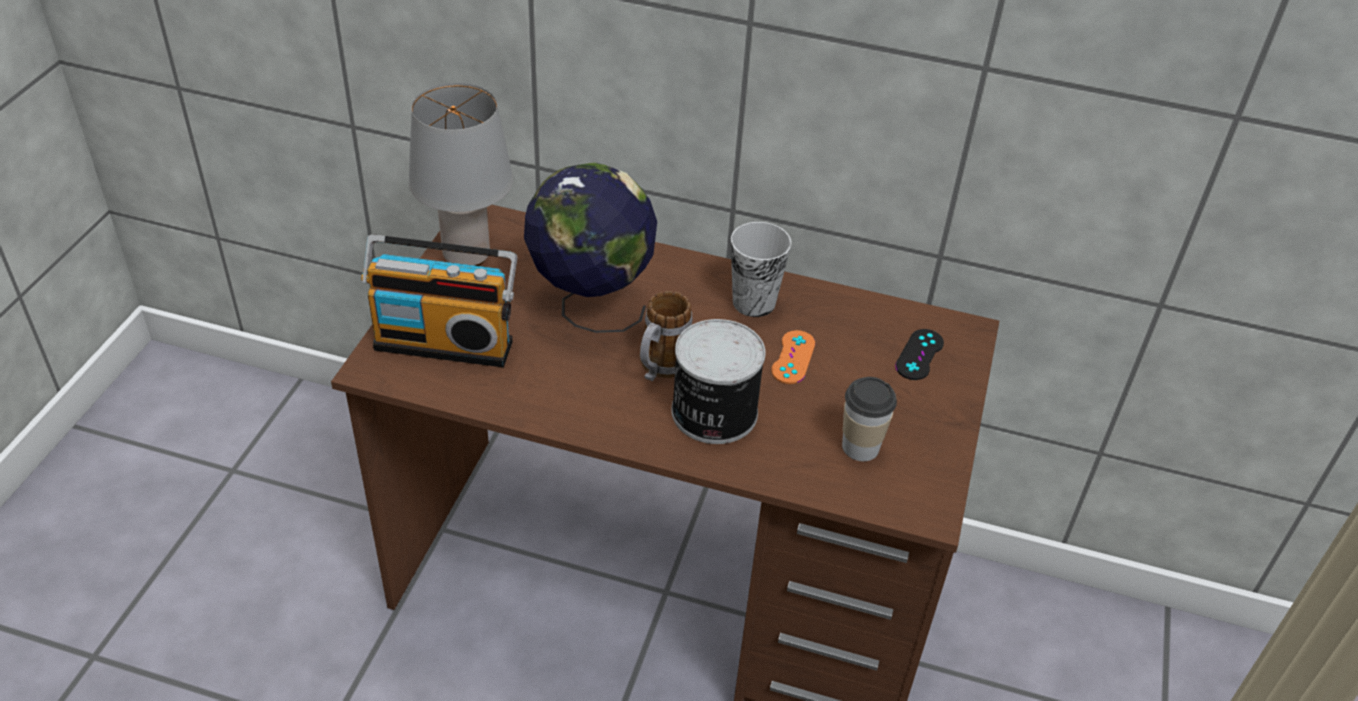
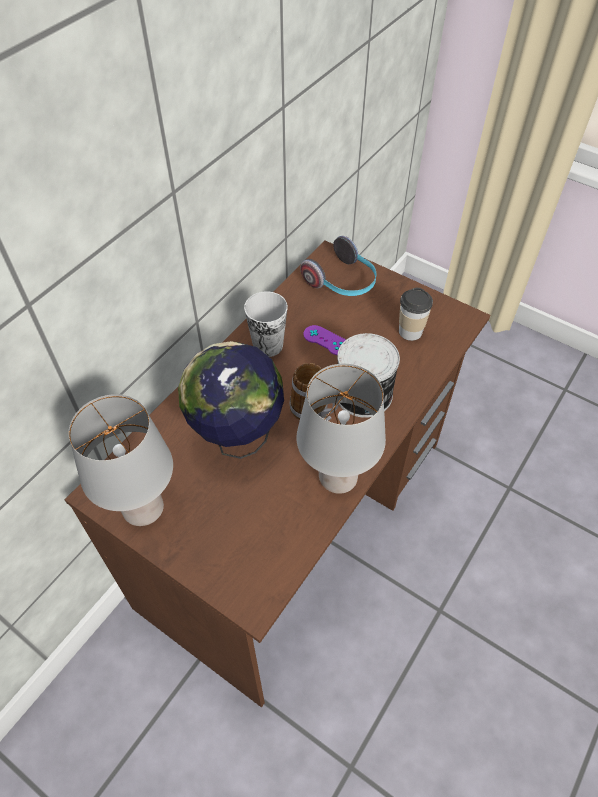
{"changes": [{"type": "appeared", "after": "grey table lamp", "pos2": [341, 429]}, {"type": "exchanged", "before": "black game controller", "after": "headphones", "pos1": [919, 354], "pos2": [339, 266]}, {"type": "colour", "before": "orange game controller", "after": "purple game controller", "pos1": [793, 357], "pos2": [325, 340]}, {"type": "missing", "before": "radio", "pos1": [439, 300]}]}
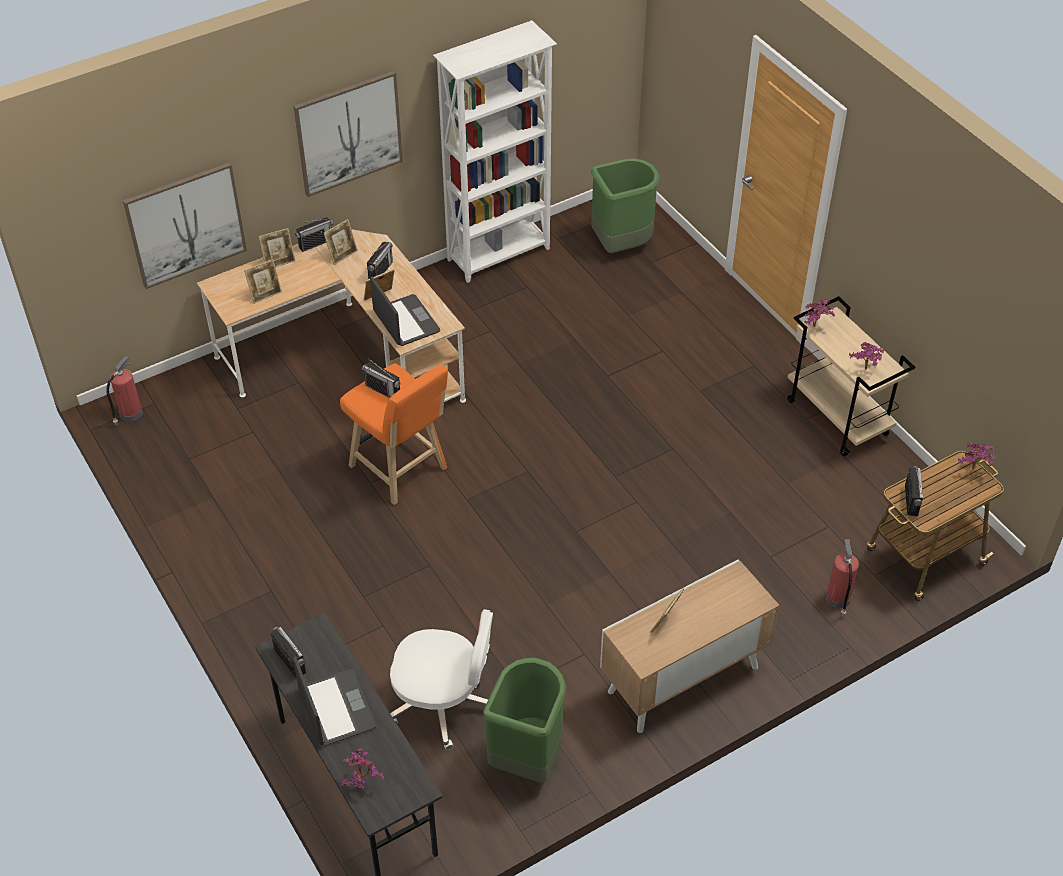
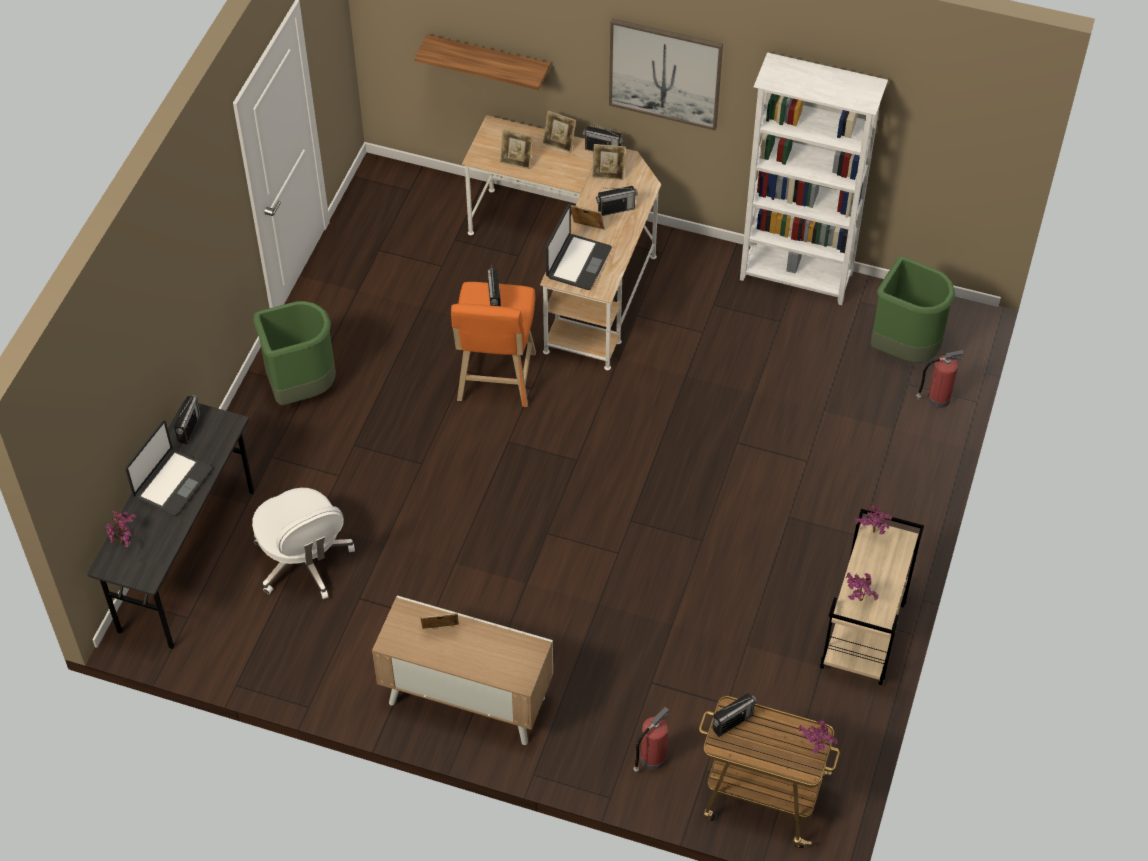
{"changes": [{"type": "relocated", "before": "green trash can", "pos1": [524, 720], "pos2": [294, 353]}, {"type": "exchanged", "before": "picture", "after": "shelf", "pos1": [185, 225], "pos2": [482, 62]}, {"type": "relocated", "before": "fire extinguisher", "pos1": [124, 390], "pos2": [940, 379]}]}
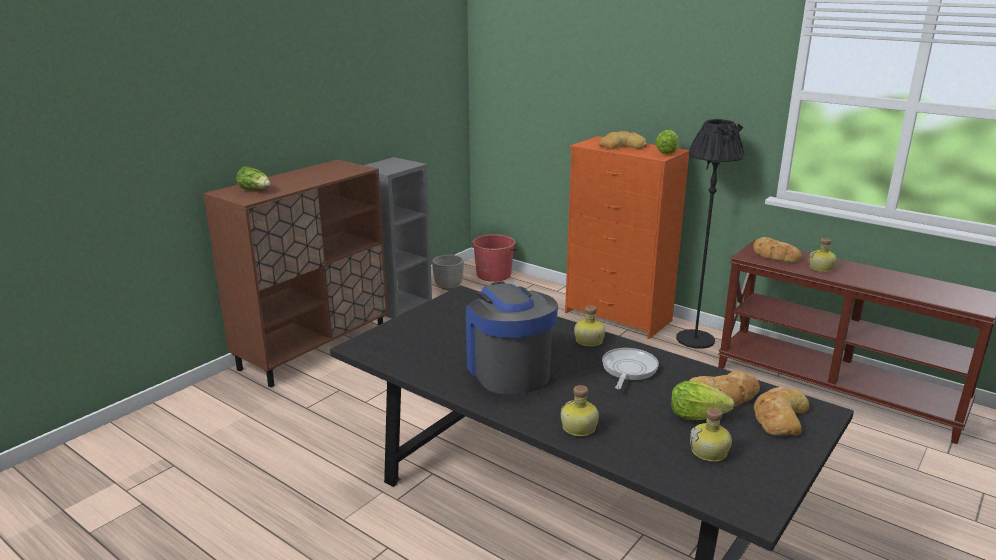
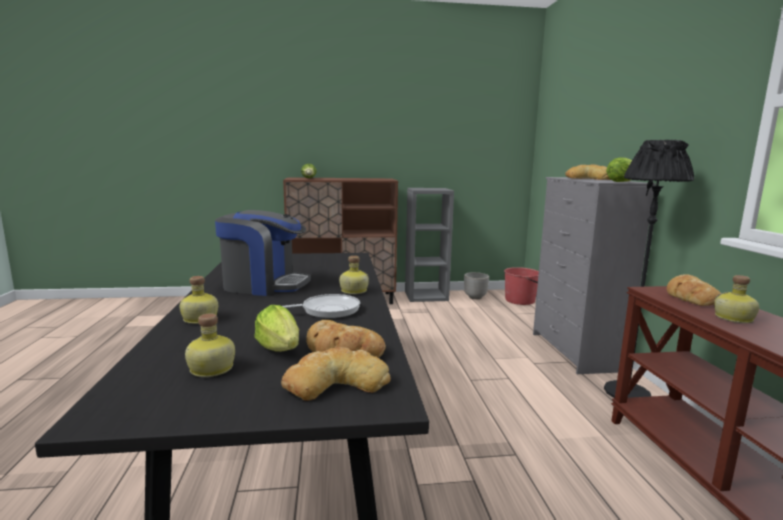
{"changes": [{"type": "spun", "before": "coffee machine", "pos1": [512, 337], "pos2": [263, 253], "turn": 75}, {"type": "colour", "before": "orange dresser", "after": "grey dresser", "pos1": [627, 237], "pos2": [594, 275]}]}
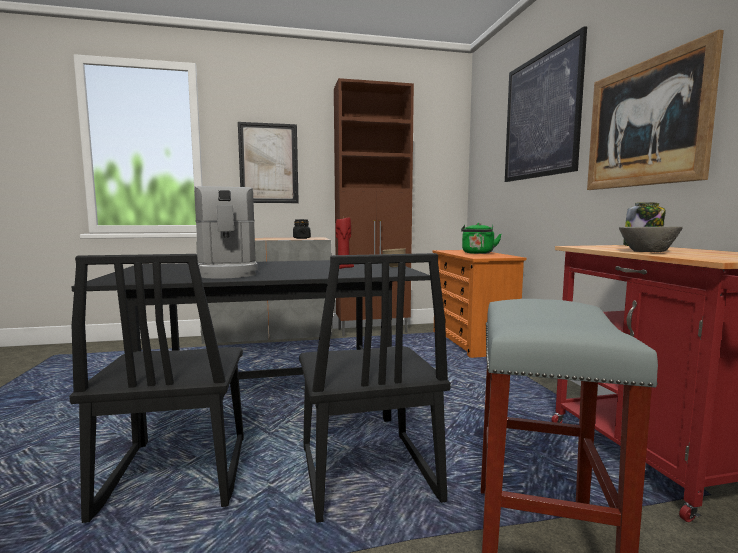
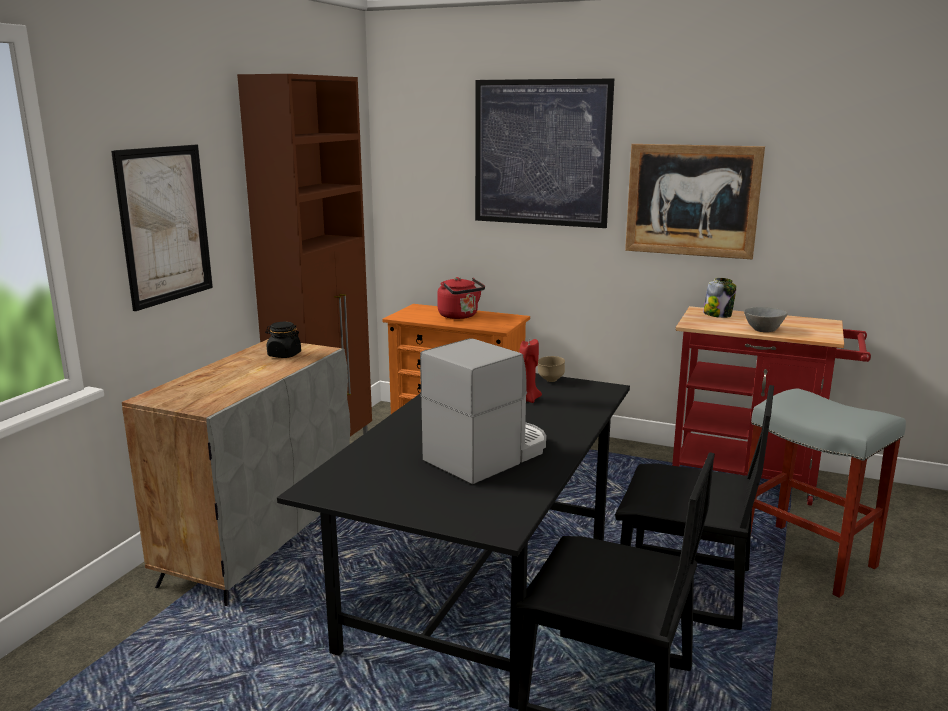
{"changes": [{"type": "spun", "before": "coffee machine", "pos1": [226, 232], "pos2": [483, 411], "turn": -60}, {"type": "colour", "before": "green kettle", "after": "red kettle", "pos1": [481, 238], "pos2": [461, 298]}]}
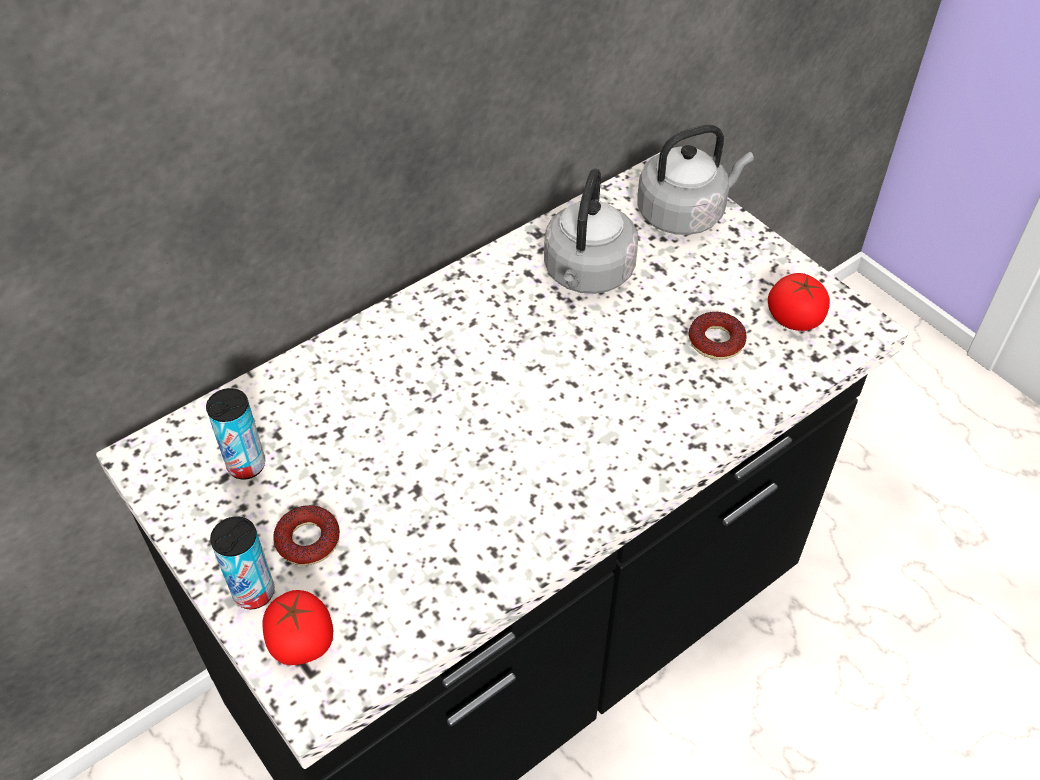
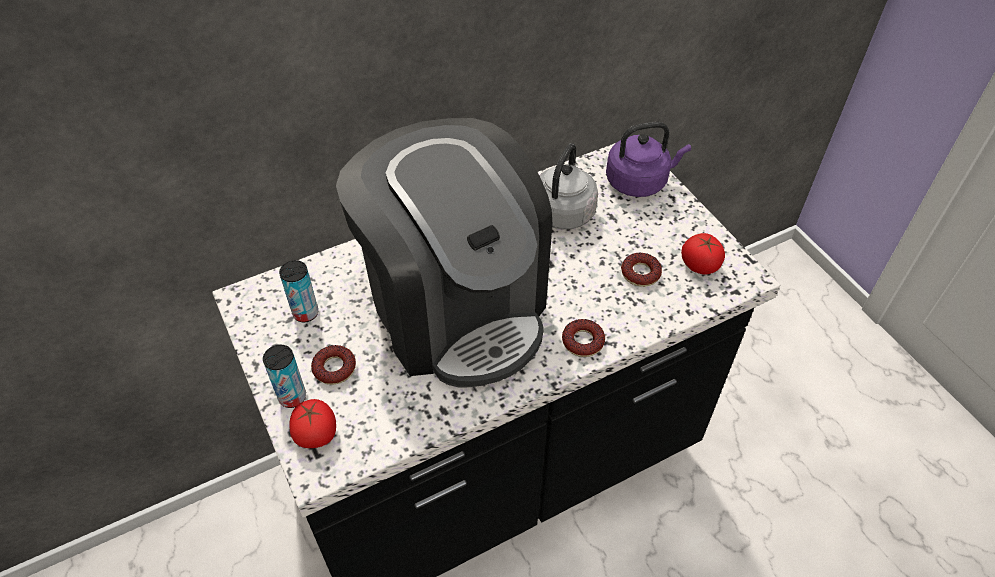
{"changes": [{"type": "appeared", "after": "coffee machine", "pos2": [444, 253]}, {"type": "appeared", "after": "donut", "pos2": [583, 338]}, {"type": "colour", "before": "grey kettle", "after": "purple kettle", "pos1": [695, 180], "pos2": [648, 159]}]}
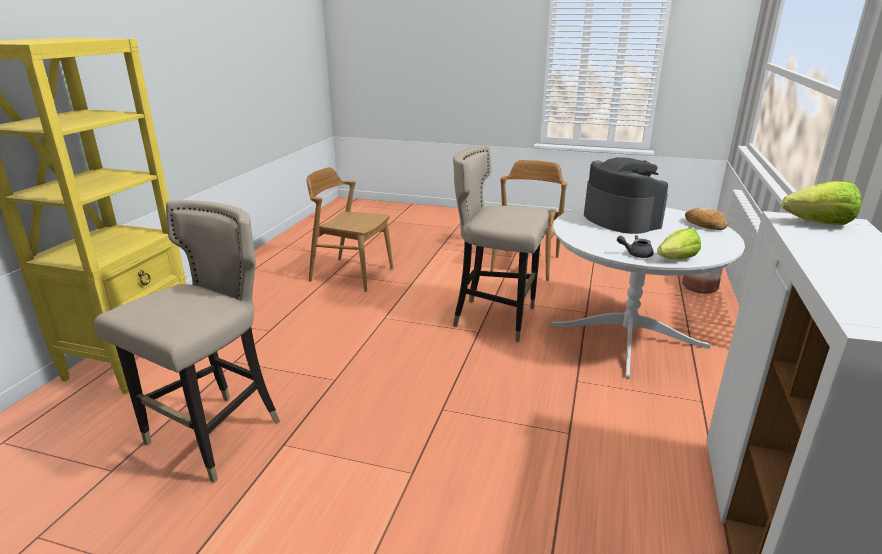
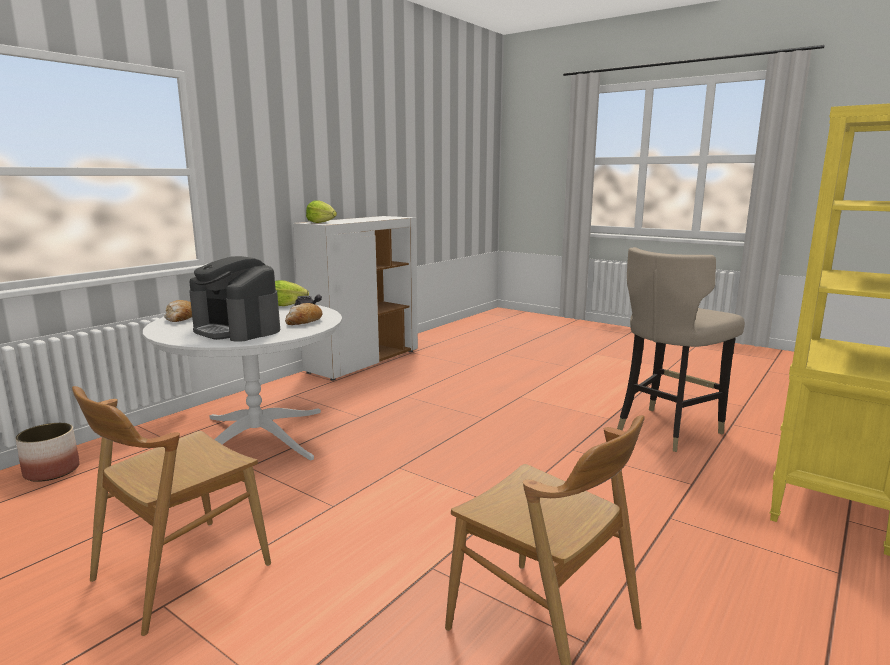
{"changes": [{"type": "spun", "before": "coffee machine", "pos1": [626, 195], "pos2": [234, 299], "turn": -45}, {"type": "appeared", "after": "bread", "pos2": [304, 314]}, {"type": "missing", "before": "beige stool", "pos1": [502, 243]}]}
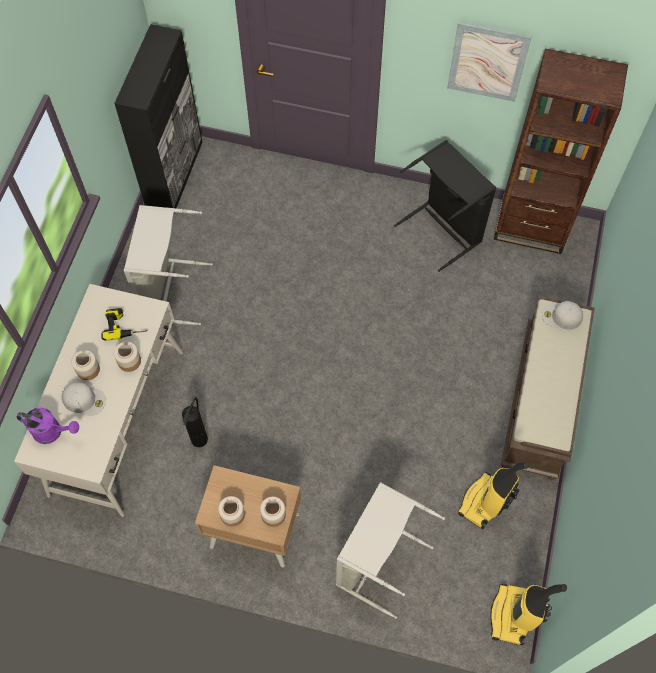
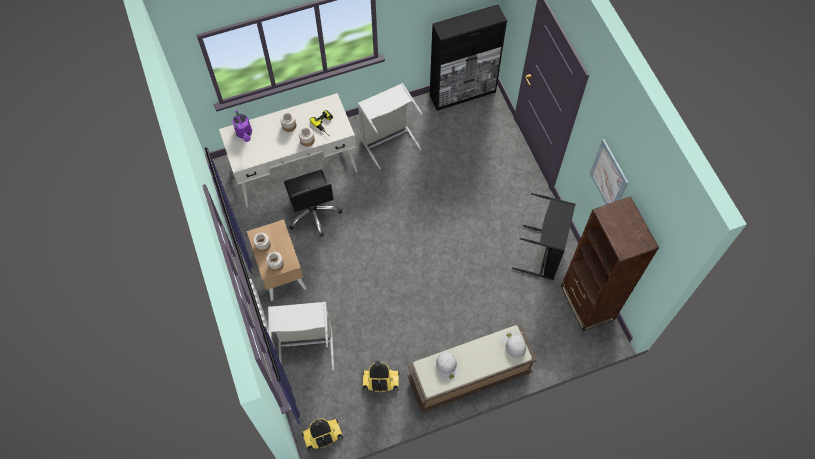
{"changes": [{"type": "exchanged", "before": "fire extinguisher", "after": "black office chair", "pos1": [195, 422], "pos2": [313, 203]}, {"type": "relocated", "before": "white cap", "pos1": [84, 399], "pos2": [448, 366]}]}
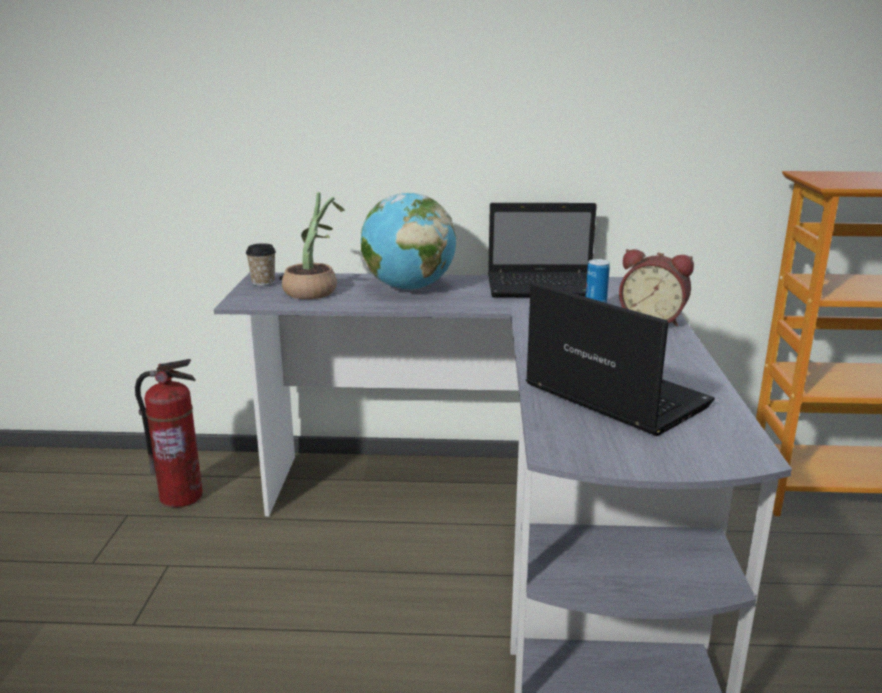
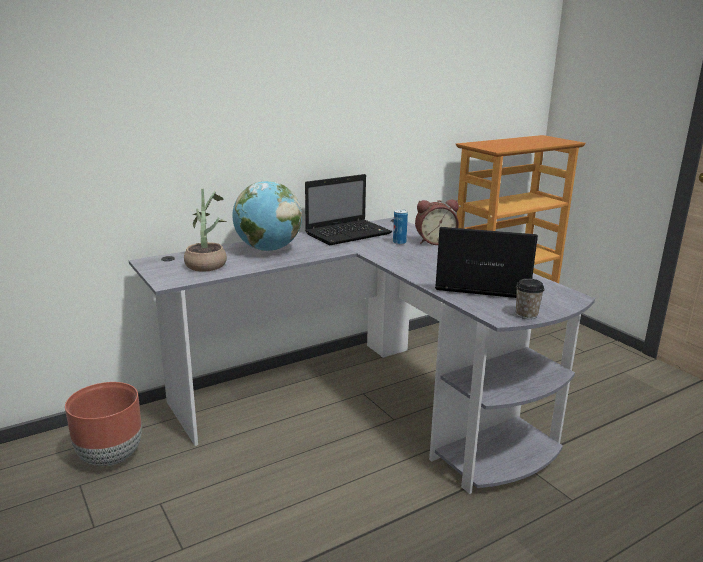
{"changes": [{"type": "exchanged", "before": "fire extinguisher", "after": "brown planter", "pos1": [169, 433], "pos2": [103, 424]}, {"type": "relocated", "before": "cup", "pos1": [261, 264], "pos2": [530, 298]}]}
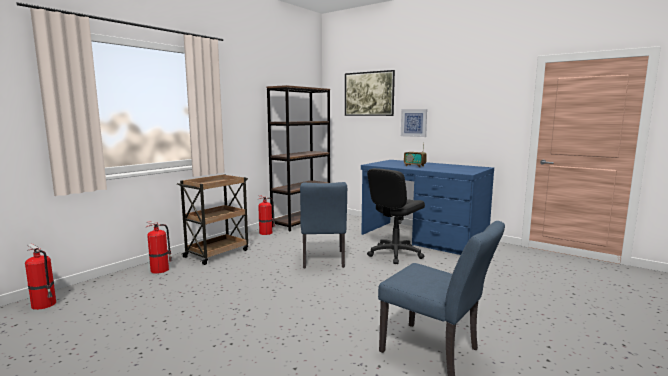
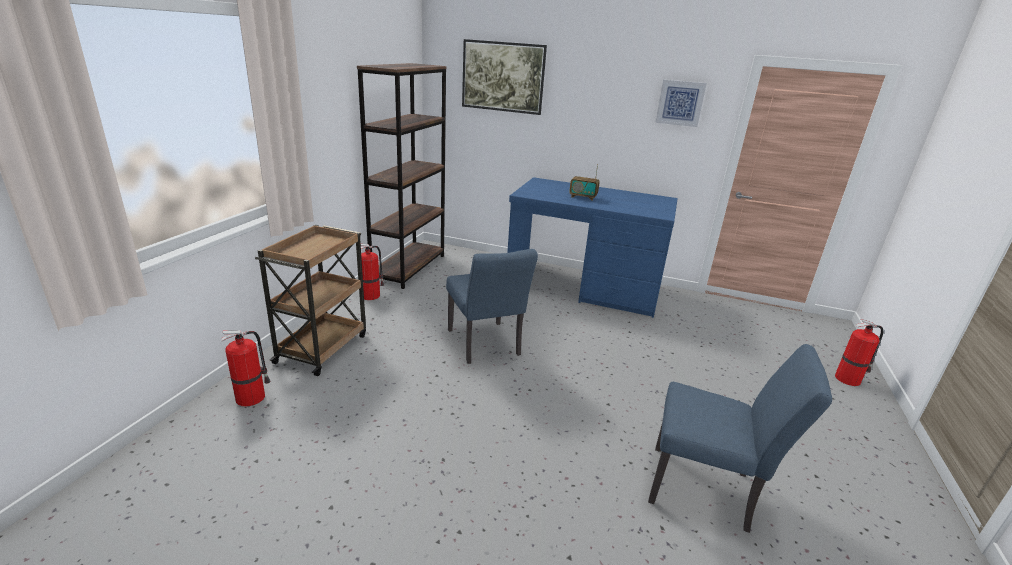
{"changes": [{"type": "relocated", "before": "picture", "pos1": [414, 123], "pos2": [681, 103]}, {"type": "relocated", "before": "fire extinguisher", "pos1": [40, 277], "pos2": [859, 352]}, {"type": "missing", "before": "black office chair", "pos1": [396, 216]}]}
